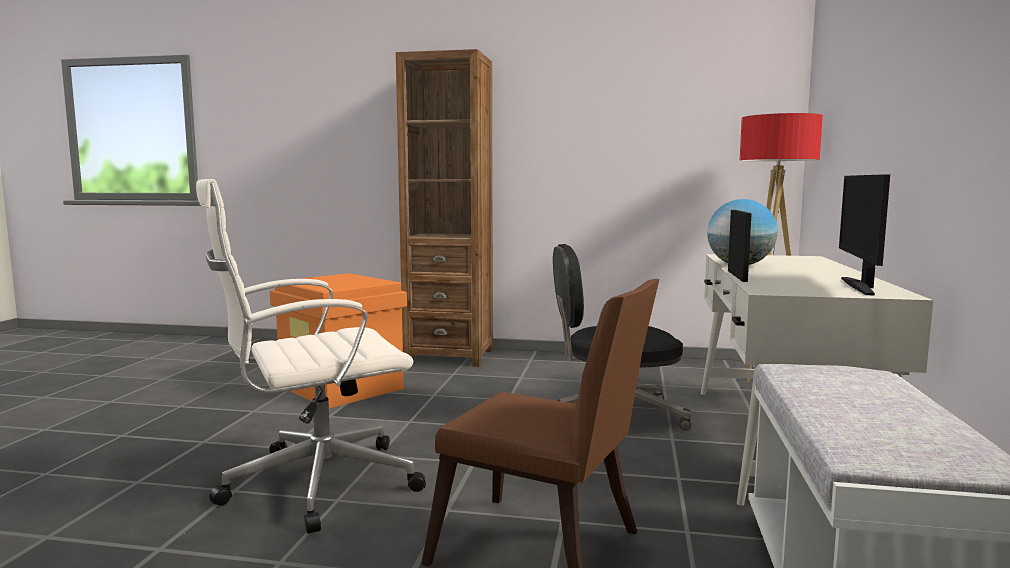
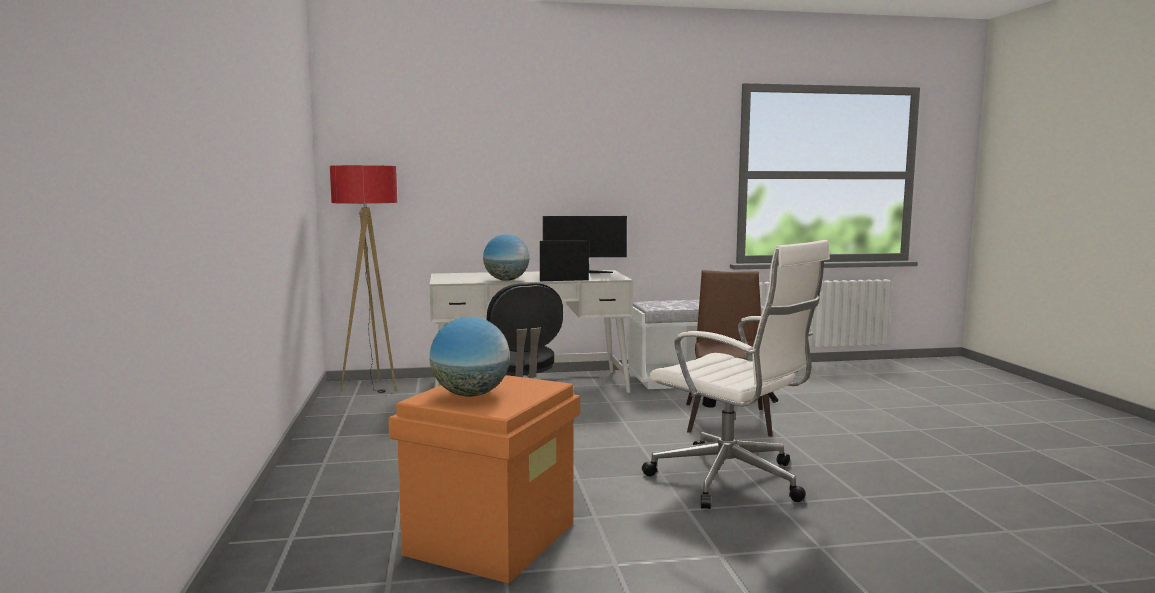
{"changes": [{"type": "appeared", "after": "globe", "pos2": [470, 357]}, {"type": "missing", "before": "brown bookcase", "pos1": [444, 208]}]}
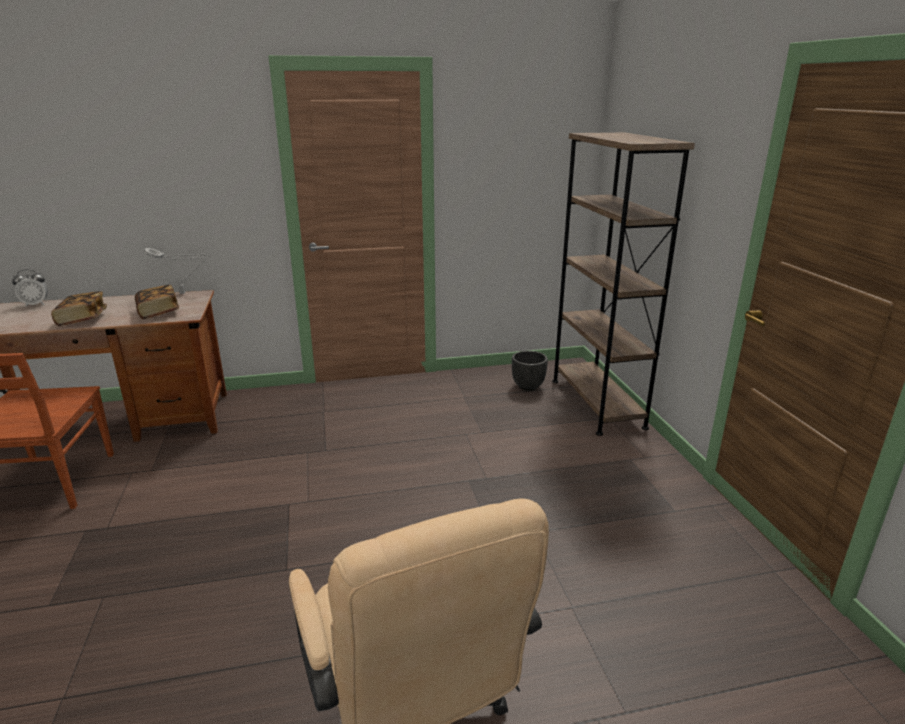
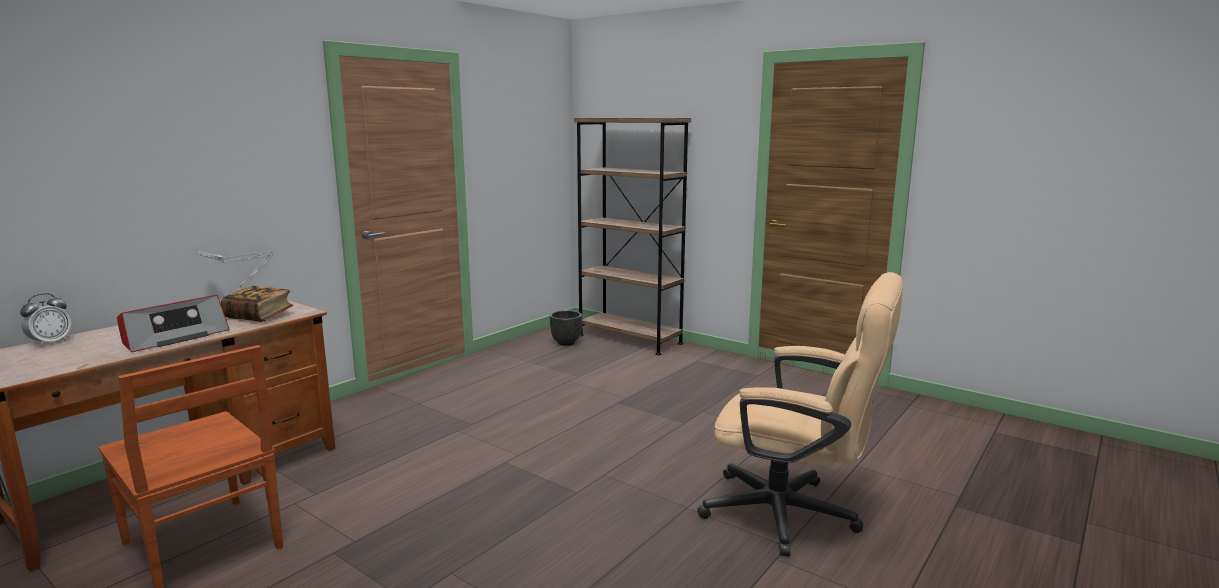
{"changes": [{"type": "exchanged", "before": "book", "after": "radio", "pos1": [79, 308], "pos2": [173, 323]}]}
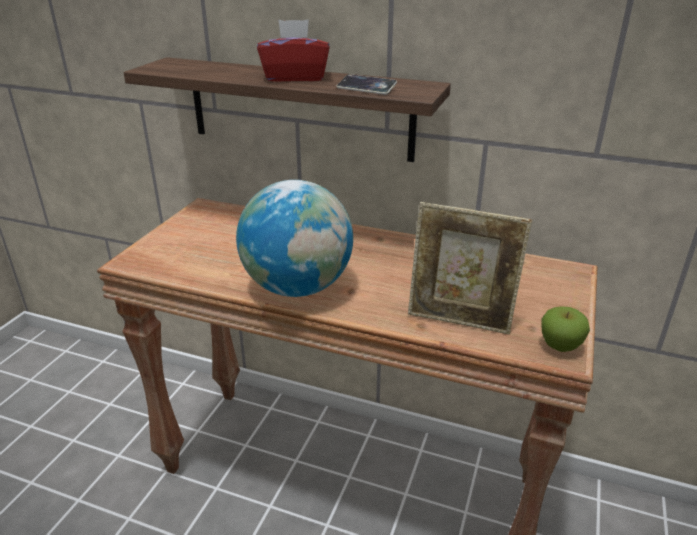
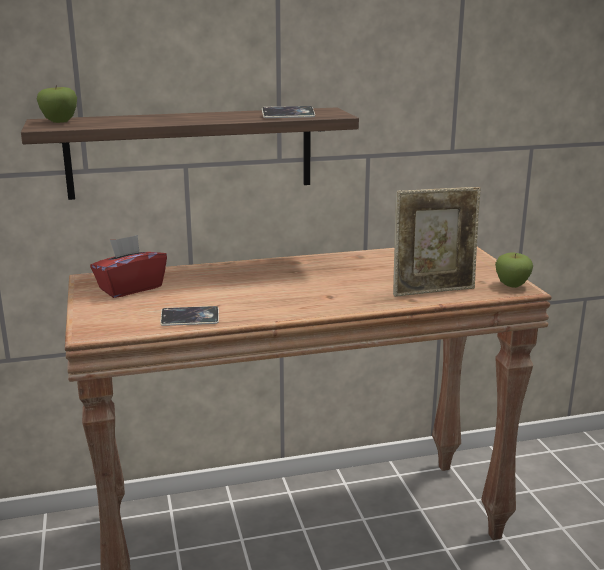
{"changes": [{"type": "appeared", "after": "apple", "pos2": [57, 104]}, {"type": "relocated", "before": "red tissue box", "pos1": [293, 50], "pos2": [128, 266]}, {"type": "appeared", "after": "phone", "pos2": [189, 316]}, {"type": "missing", "before": "globe", "pos1": [294, 238]}]}
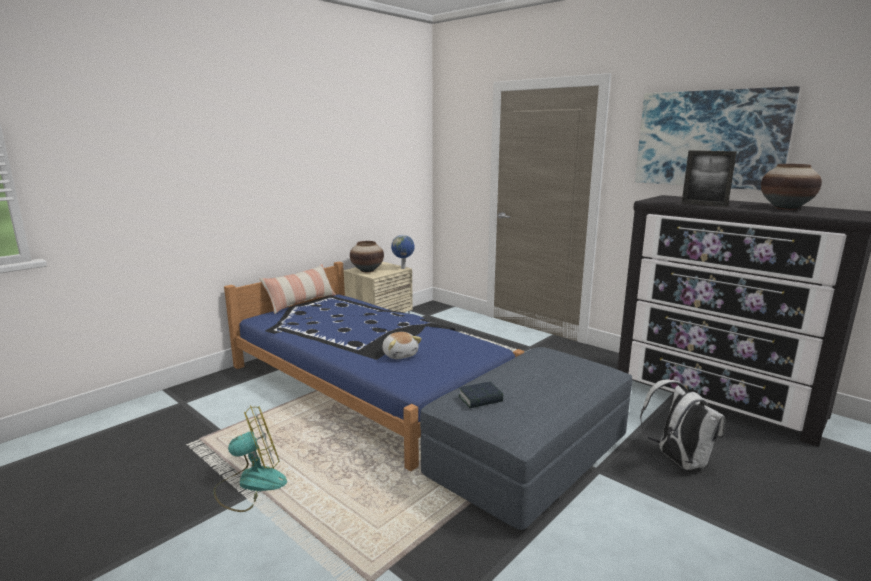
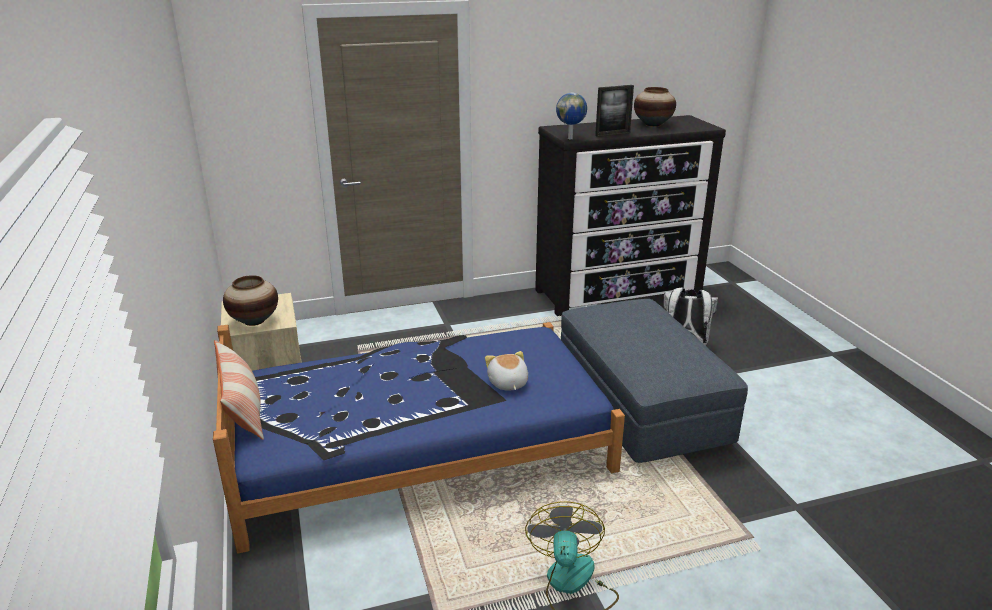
{"changes": [{"type": "spun", "before": "plush toy", "pos1": [402, 345], "pos2": [506, 370], "turn": -105}, {"type": "relocated", "before": "globe", "pos1": [403, 252], "pos2": [571, 116]}, {"type": "missing", "before": "book", "pos1": [480, 395]}, {"type": "missing", "before": "picture", "pos1": [717, 138]}]}
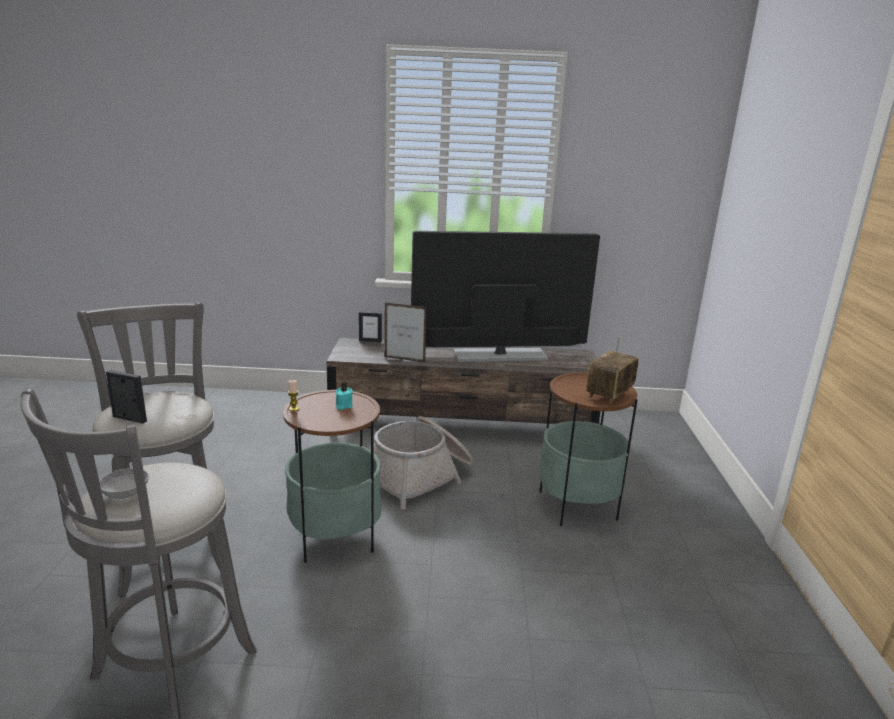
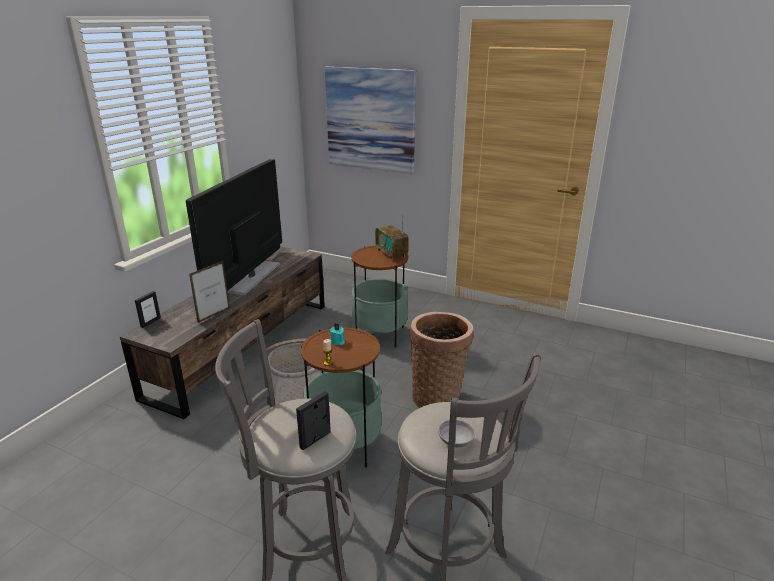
{"changes": [{"type": "appeared", "after": "picture", "pos2": [370, 120]}, {"type": "appeared", "after": "basket", "pos2": [441, 360]}]}
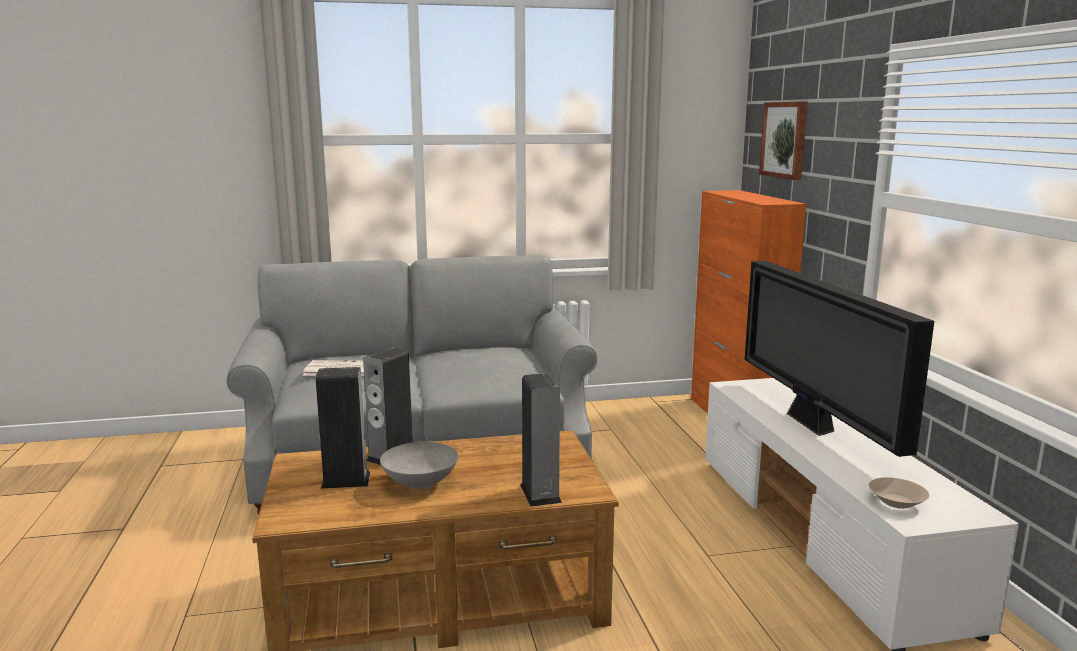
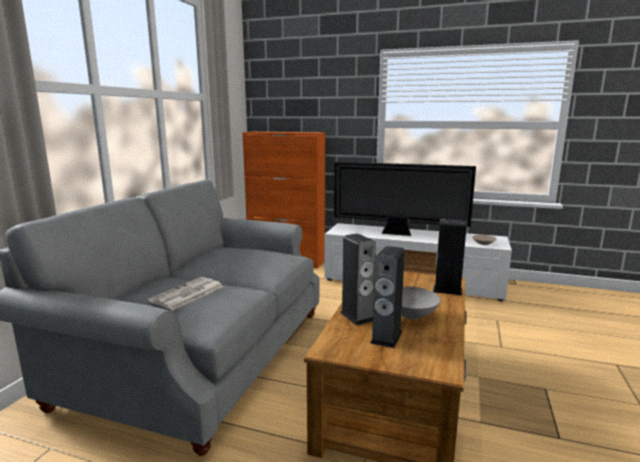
{"changes": [{"type": "missing", "before": "picture", "pos1": [783, 140]}]}
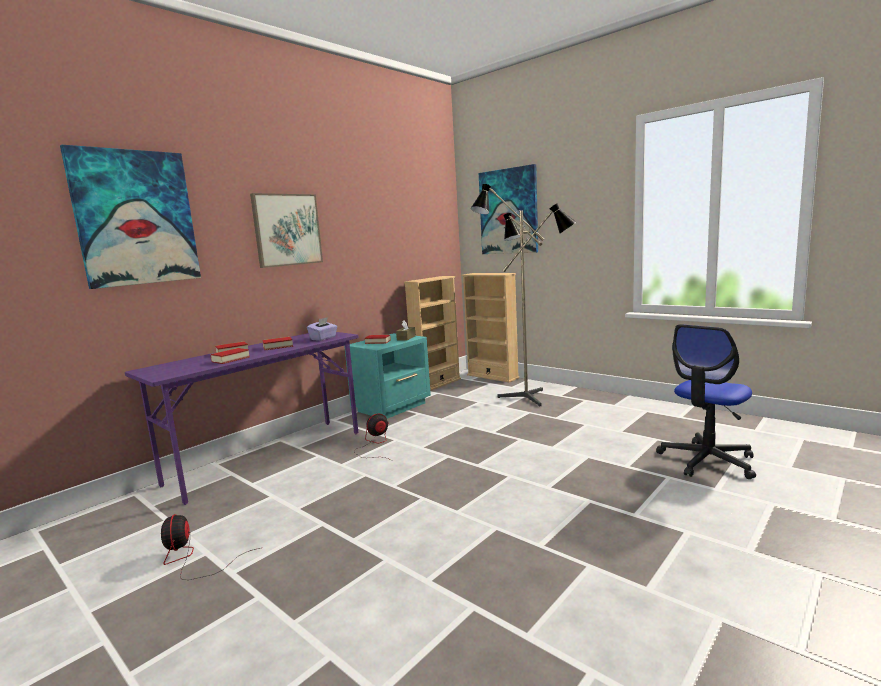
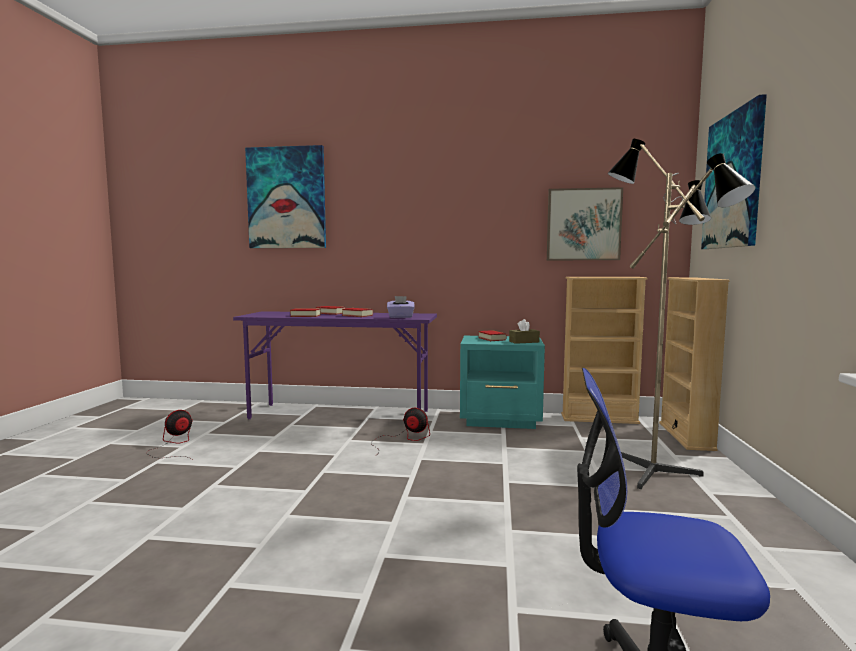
{"changes": [{"type": "relocated", "before": "picture", "pos1": [286, 230], "pos2": [585, 223]}]}
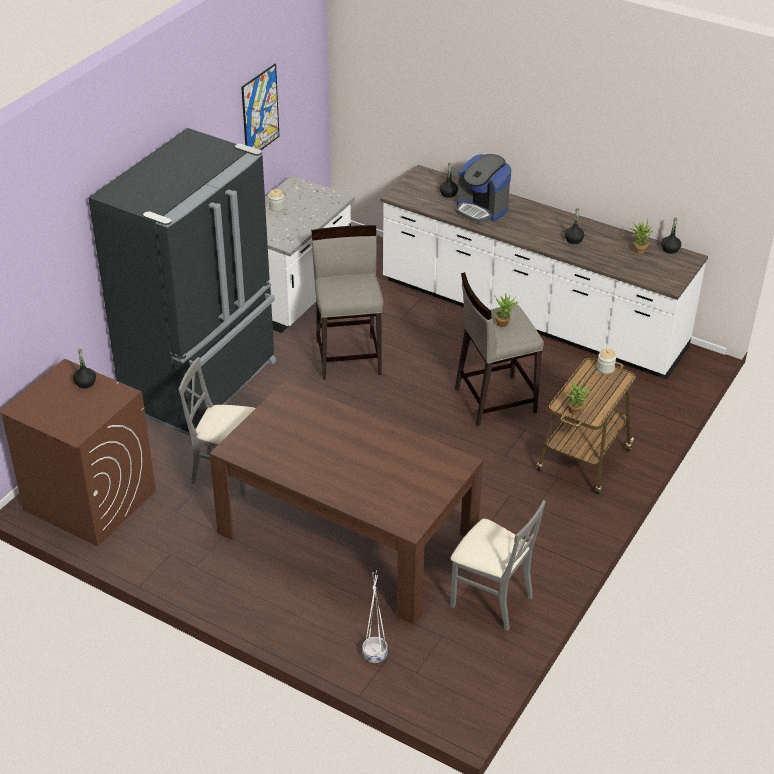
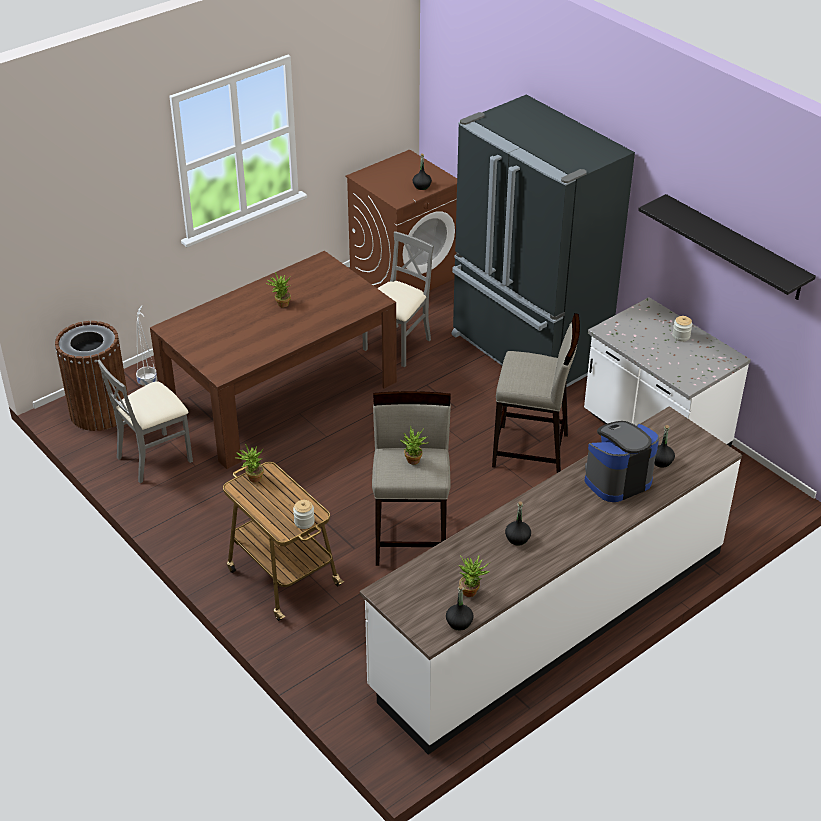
{"changes": [{"type": "appeared", "after": "brown trash can", "pos2": [91, 376]}, {"type": "appeared", "after": "potted plant", "pos2": [278, 289]}, {"type": "exchanged", "before": "picture", "after": "black shelf", "pos1": [260, 107], "pos2": [727, 247]}]}
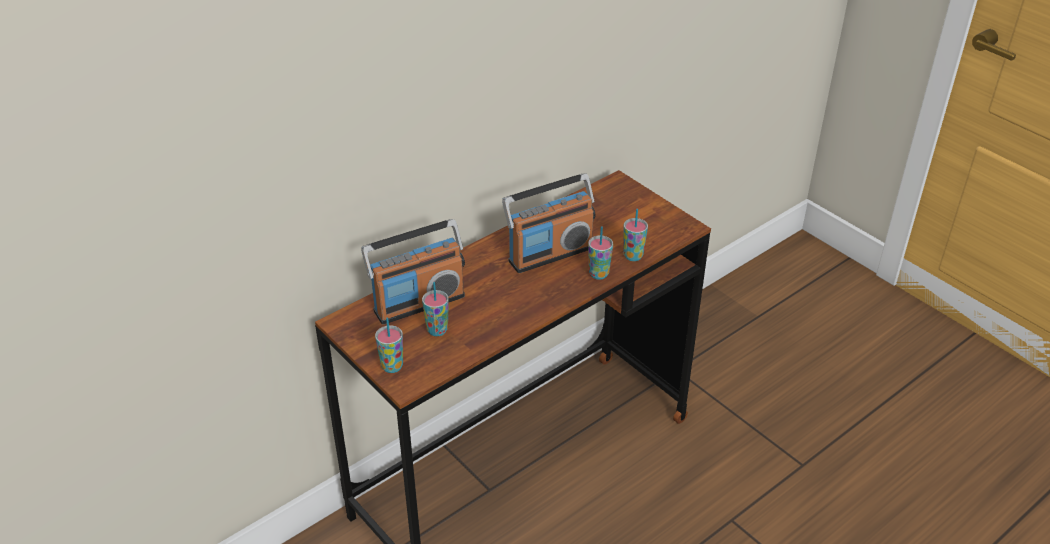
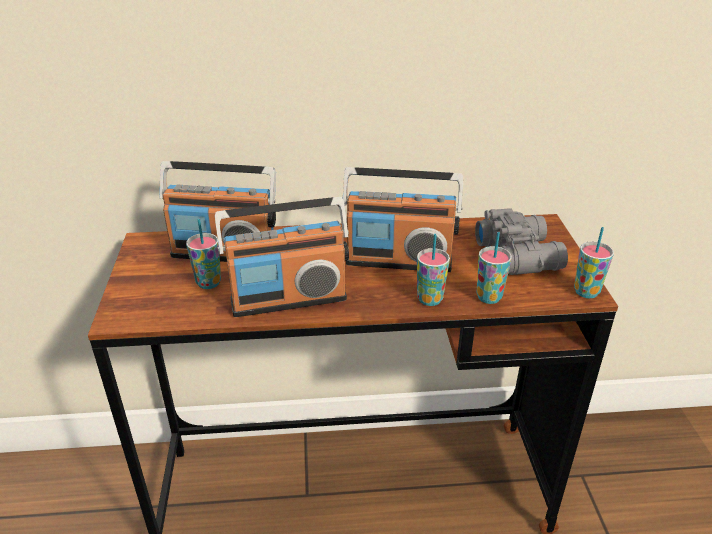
{"changes": [{"type": "appeared", "after": "radio", "pos2": [282, 257]}, {"type": "appeared", "after": "grey binoculars", "pos2": [521, 241]}, {"type": "relocated", "before": "cup", "pos1": [389, 345], "pos2": [594, 262]}]}
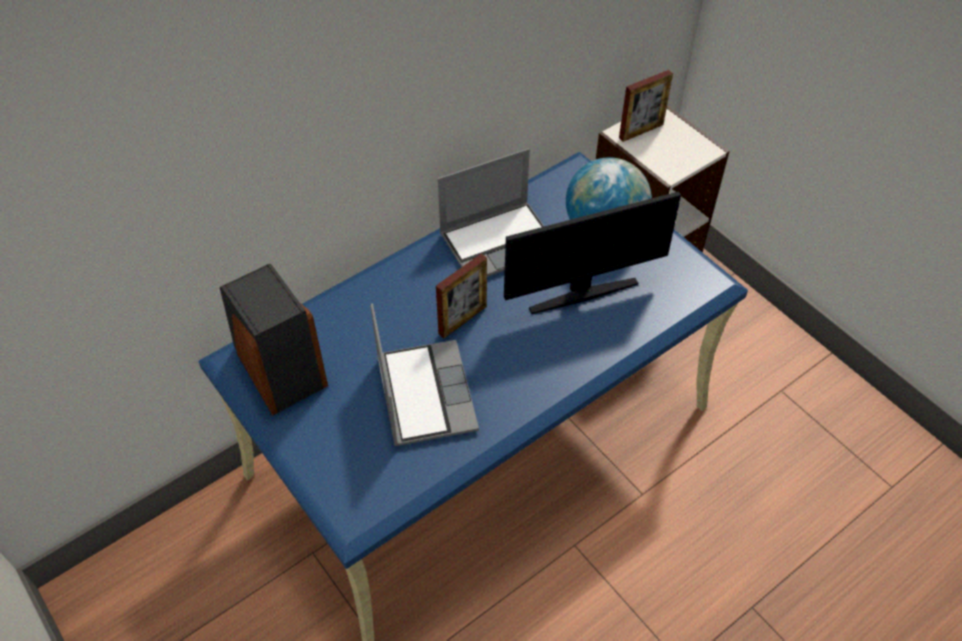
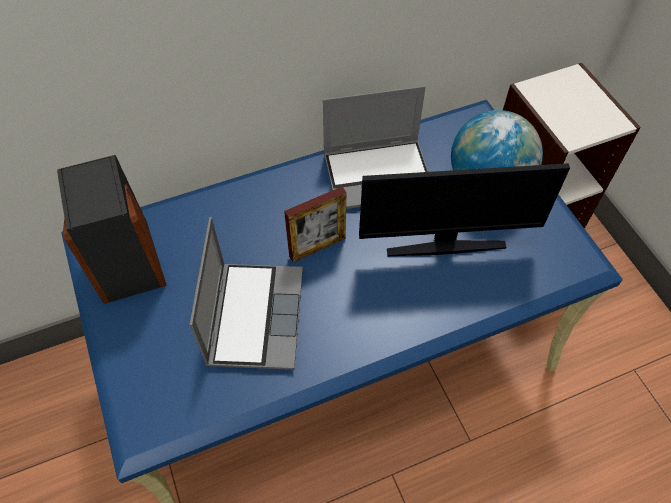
{"changes": [{"type": "missing", "before": "picture frame", "pos1": [646, 106]}]}
